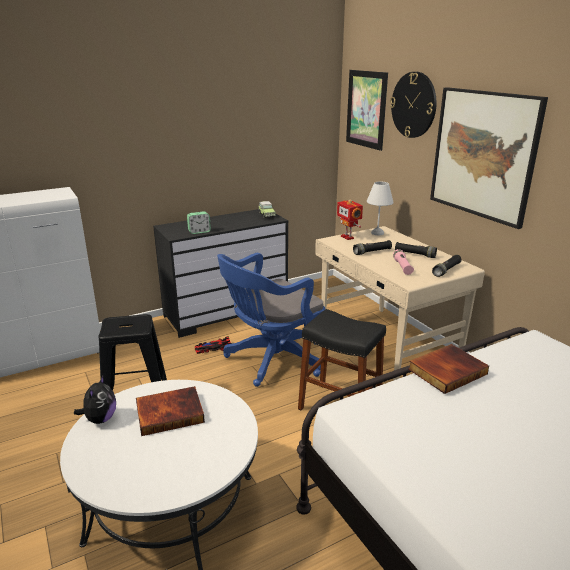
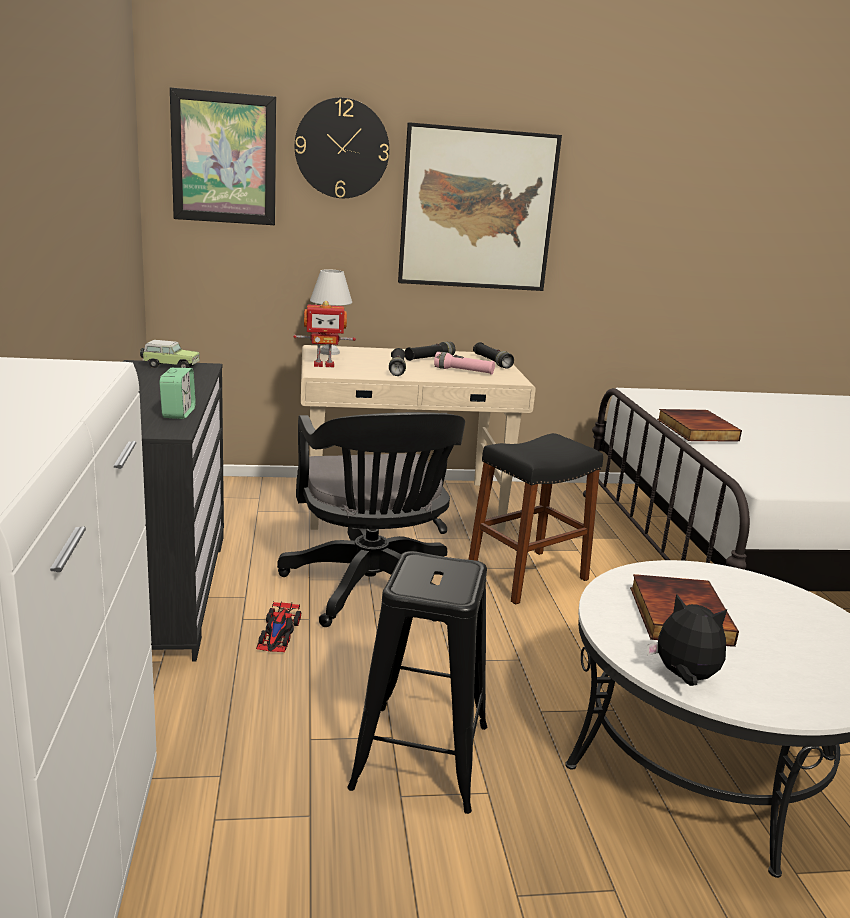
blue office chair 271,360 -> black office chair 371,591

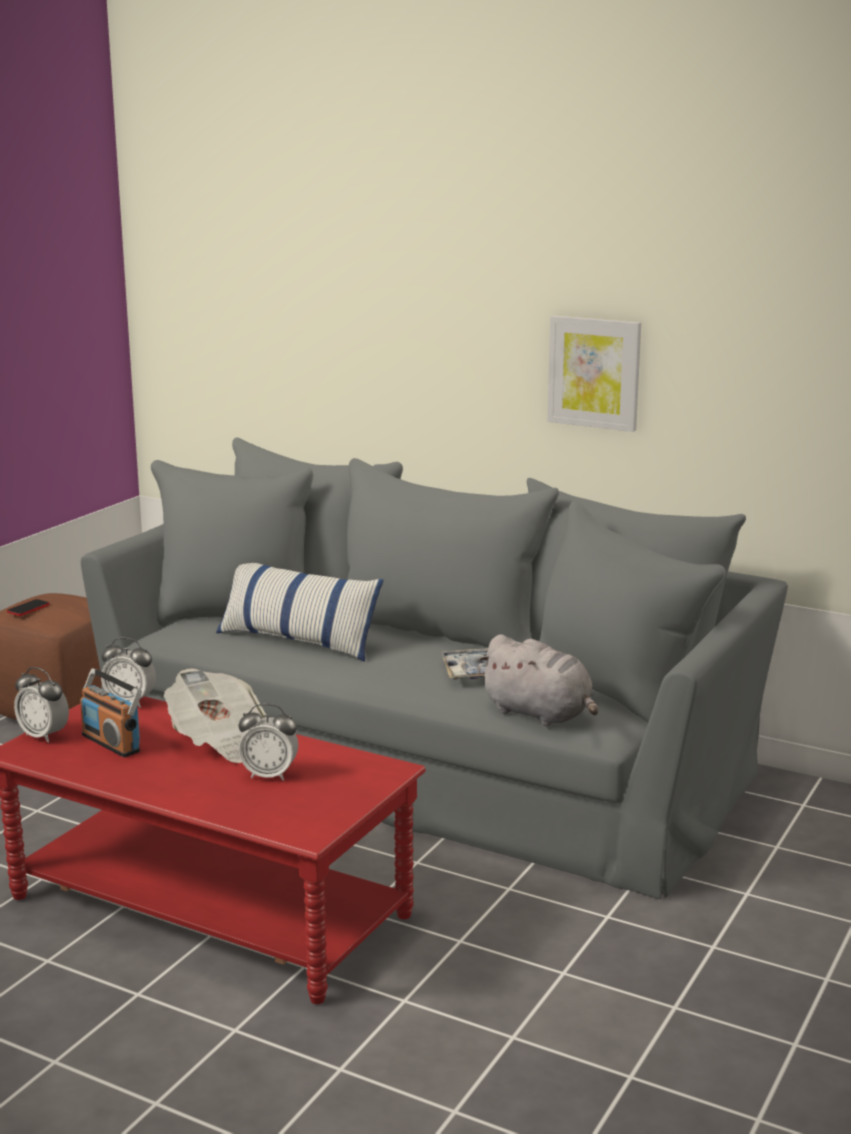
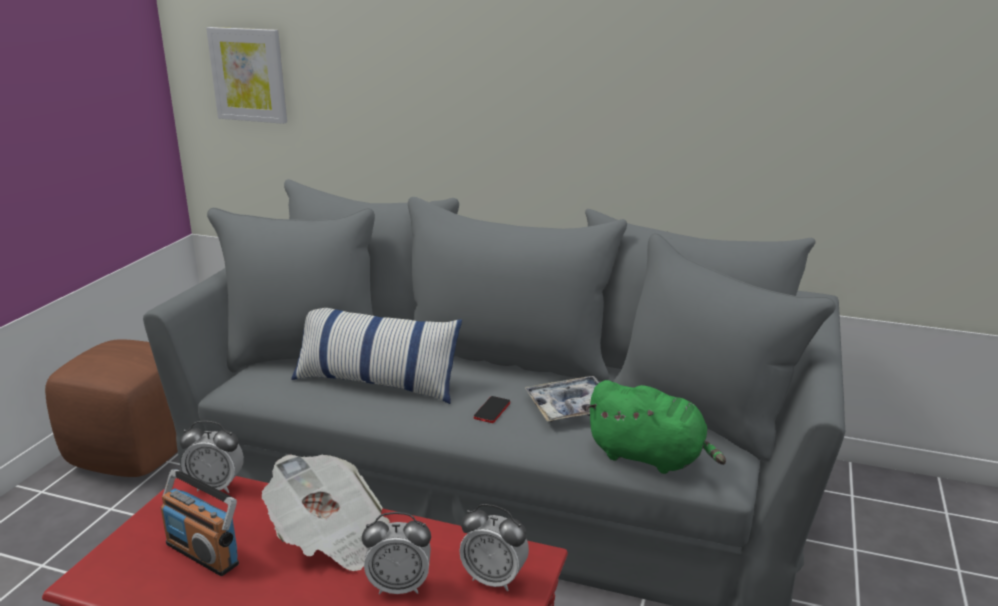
picture 594,372 -> picture 249,75, move
phone 28,608 -> phone 492,410, move
grey plush toy 540,714 -> green plush toy 650,457
alarm clock 44,736 -> alarm clock 494,578, move

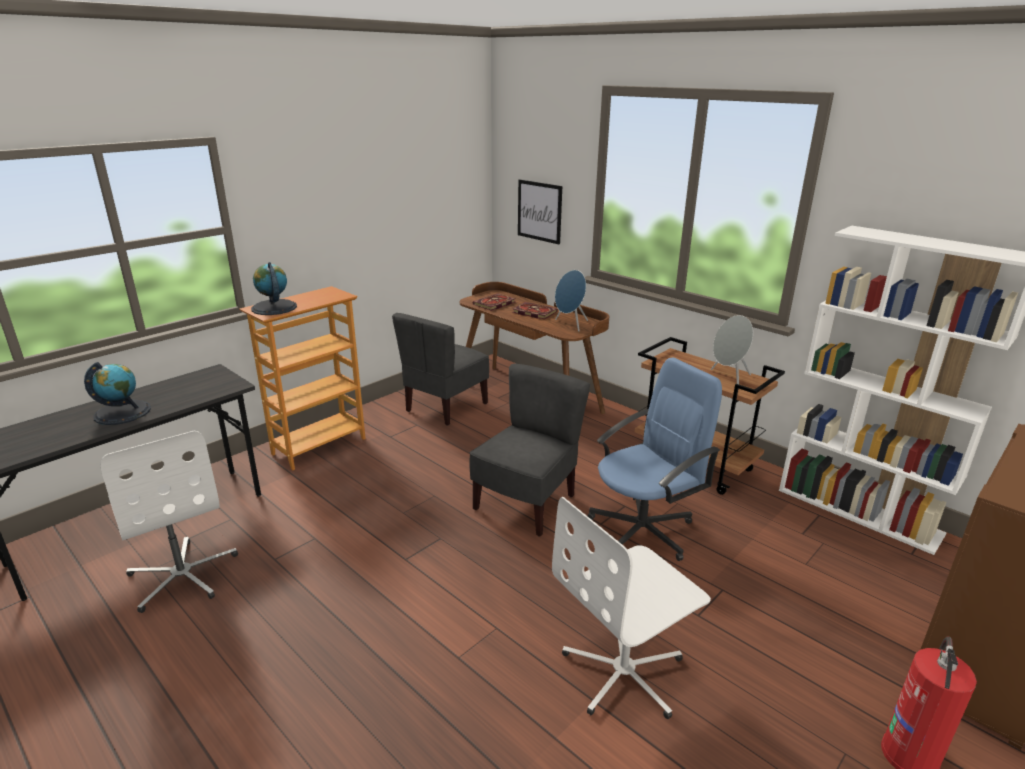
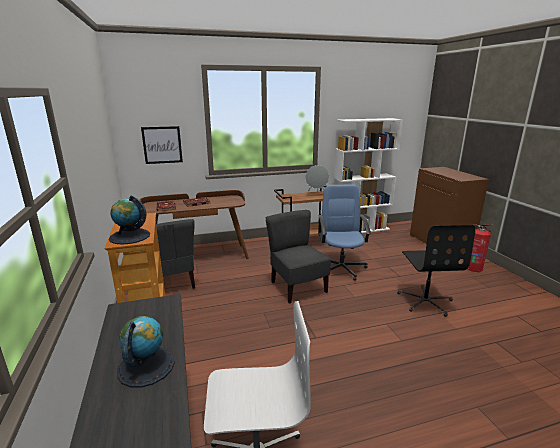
blue speaker 570,324 -> none
white office chair 624,672 -> black office chair 425,301

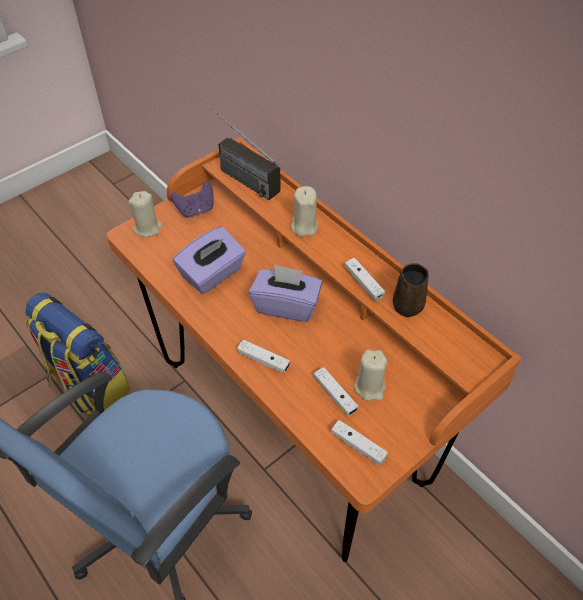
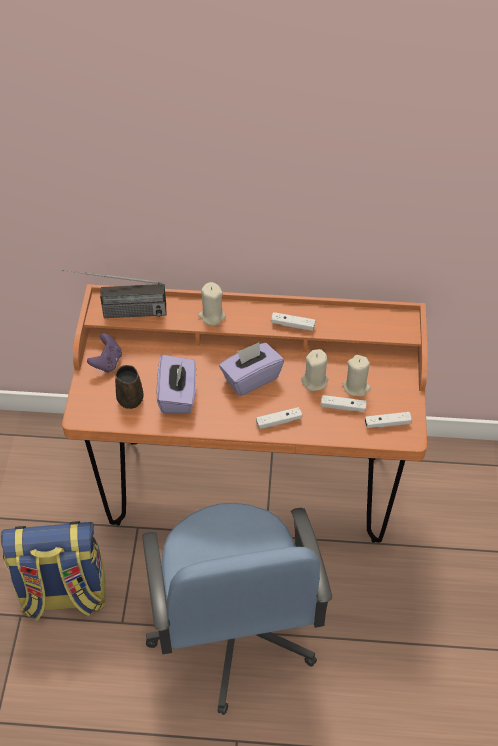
beige candle 148,228 -> beige candle 315,381, move
brown mug 408,304 -> brown mug 130,398, move

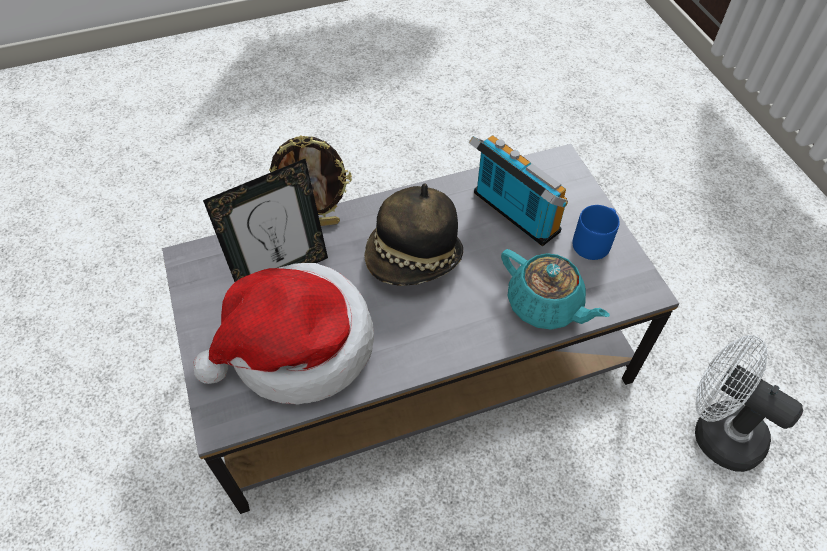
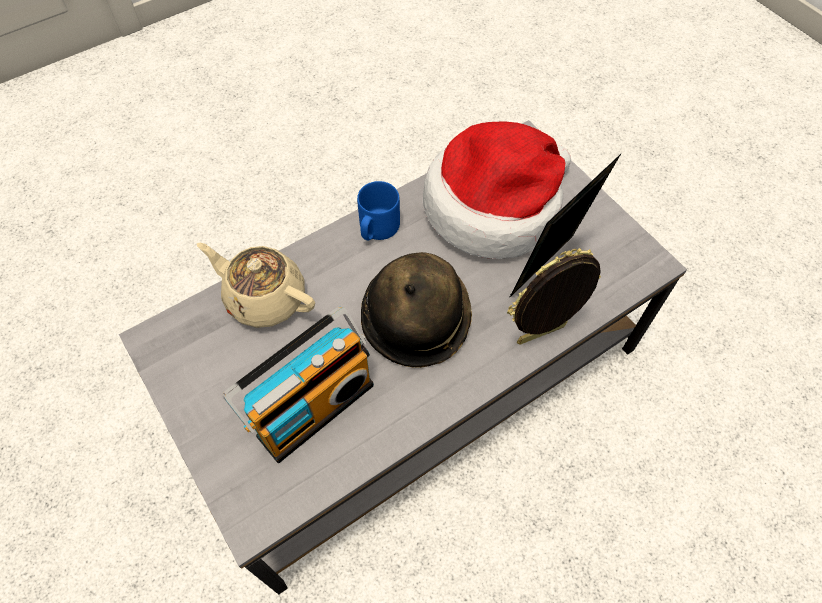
radio 512,214 -> radio 313,406, 75 degrees counterclockwise
blue mug 594,242 -> blue mug 377,228, move
turquoise teapot 545,305 -> beige teapot 264,298
white fan 717,431 -> none

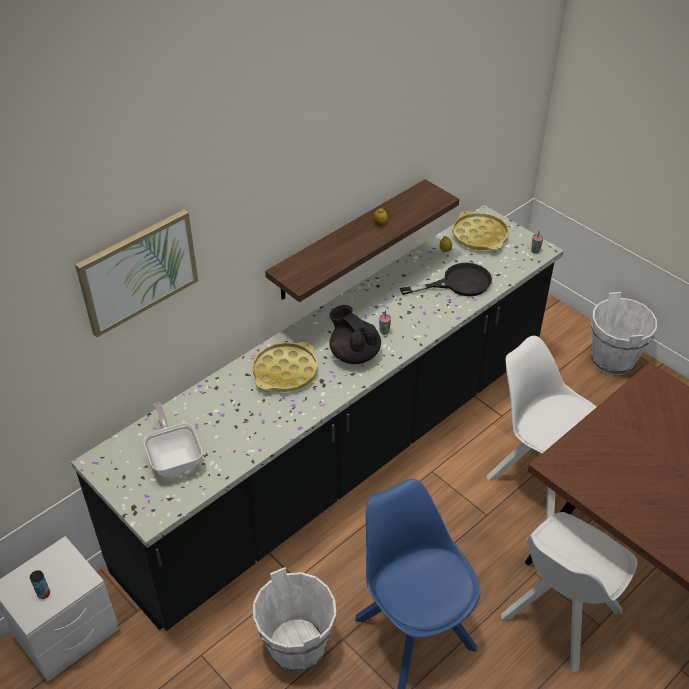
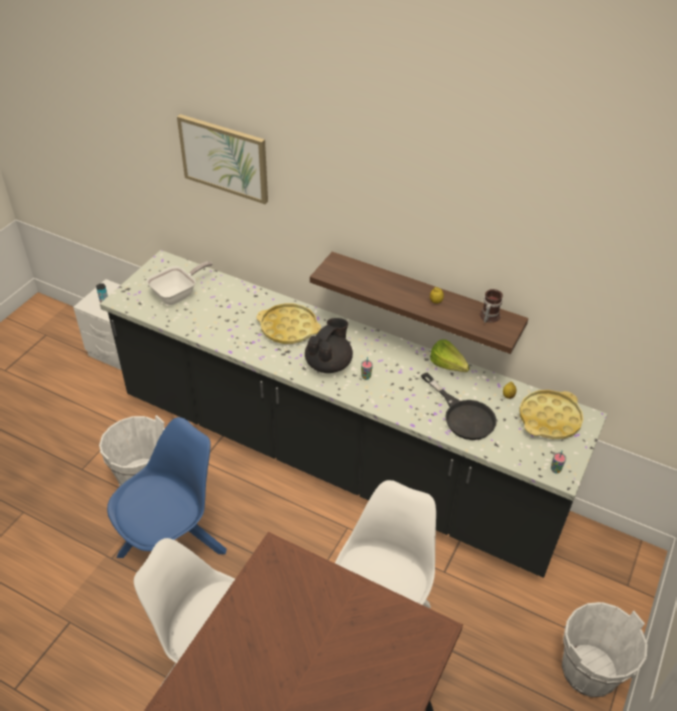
none -> mug 488,316
none -> lettuce 449,368

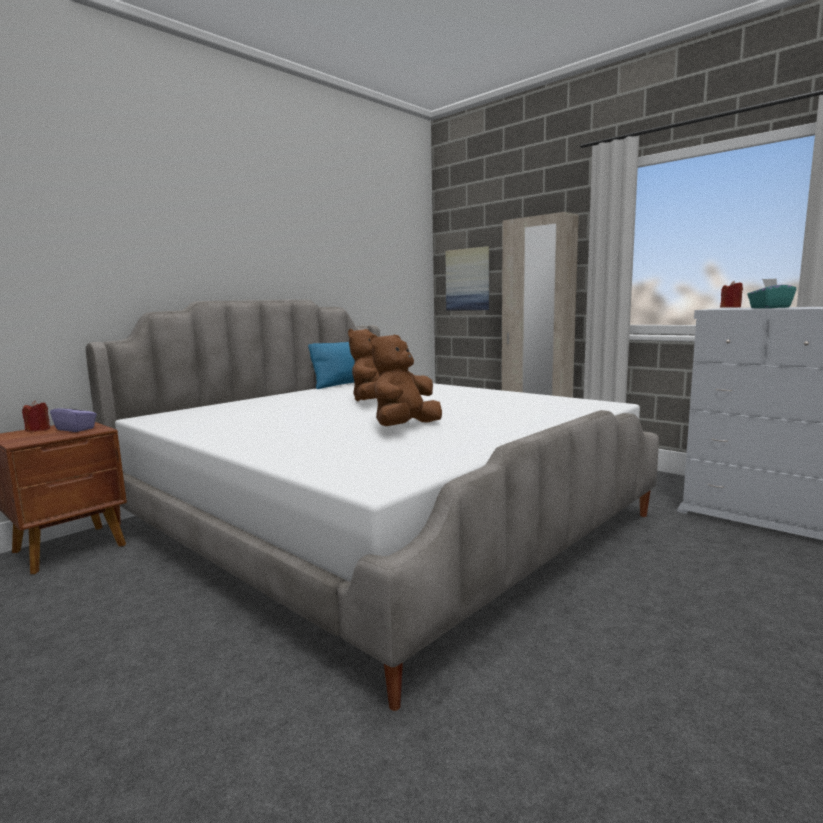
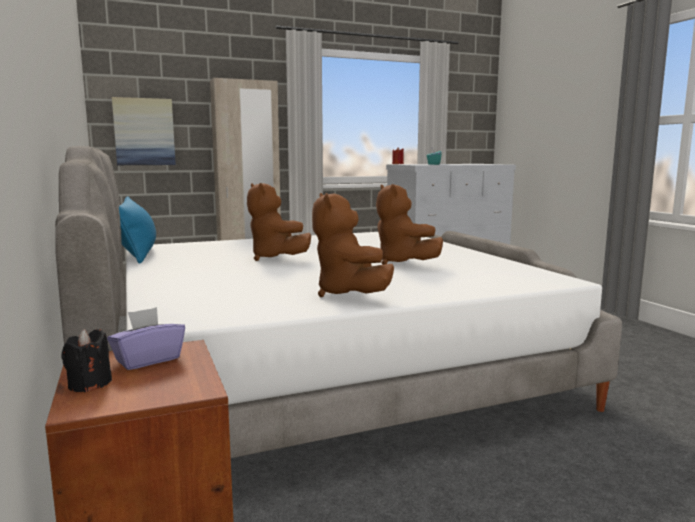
red candle 38,429 -> black candle 89,384
none -> brown plush toy 348,294

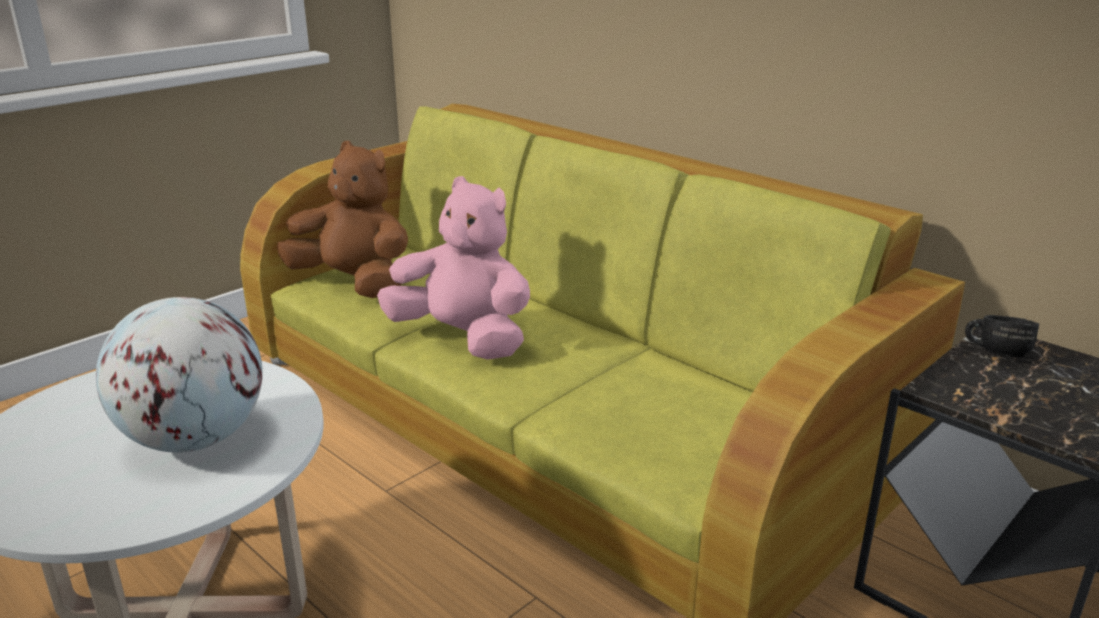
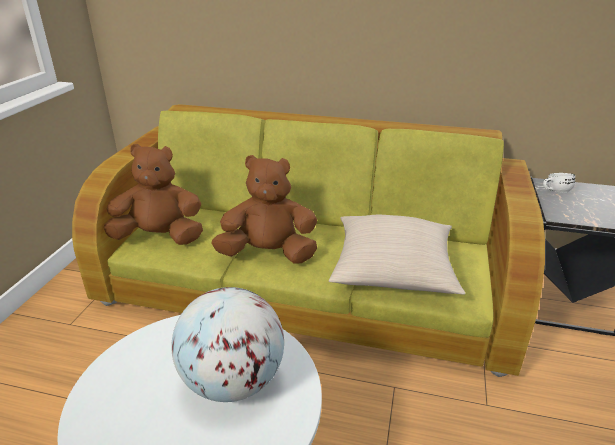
pink plush toy 463,338 -> brown plush toy 268,254
black mug 995,352 -> white mug 554,191
none -> beige pillow 393,270

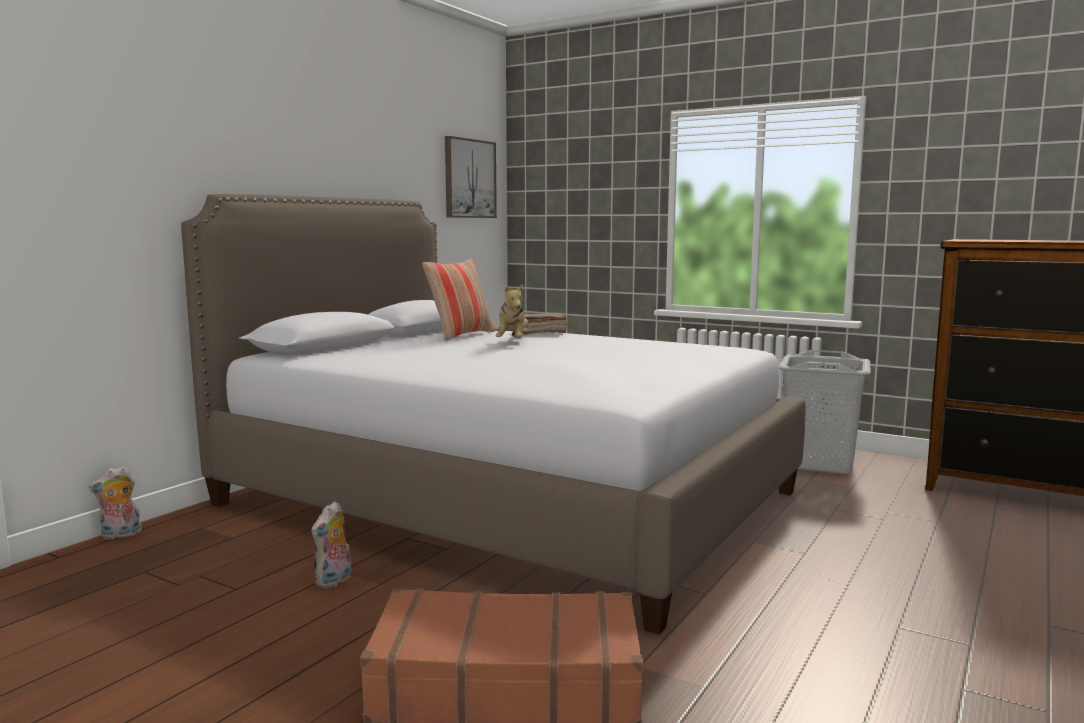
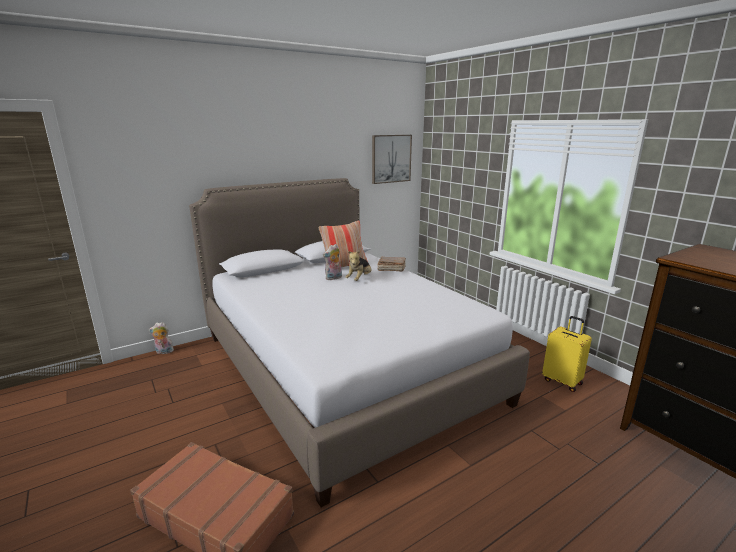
grey laundry basket 819,463 -> yellow suitcase 562,381
plush toy 334,581 -> plush toy 333,278, move

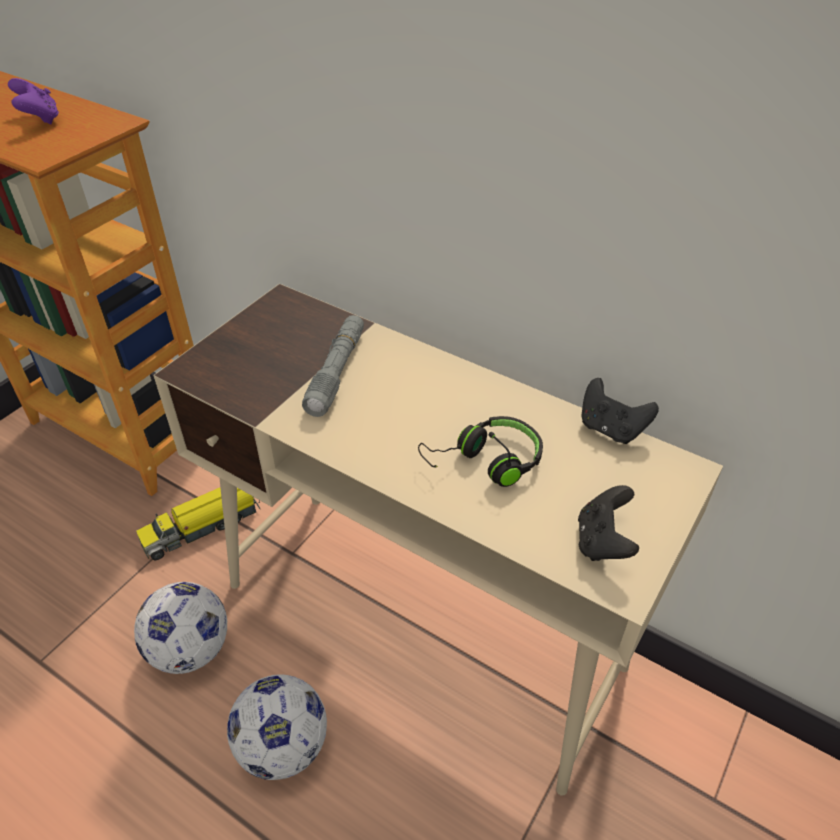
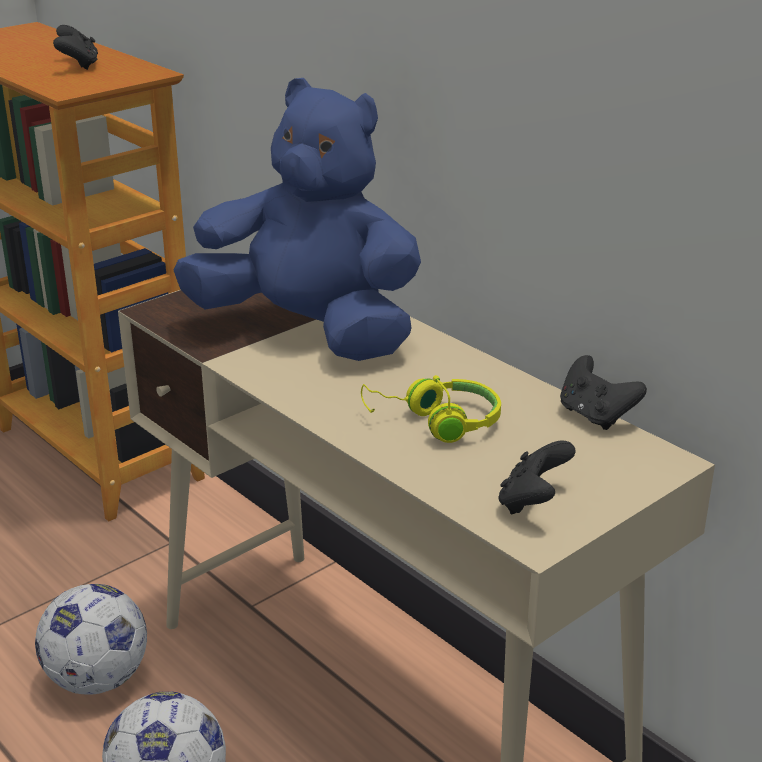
purple game controller 40,119 -> black game controller 78,65
grey flashlight 337,372 -> blue plush toy 309,331
black headphones 486,462 -> yellow headphones 436,422
toy truck 202,526 -> none

